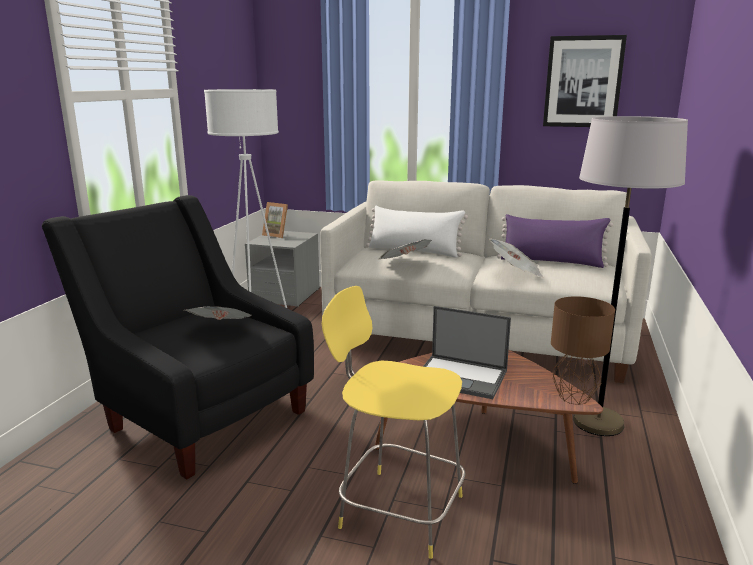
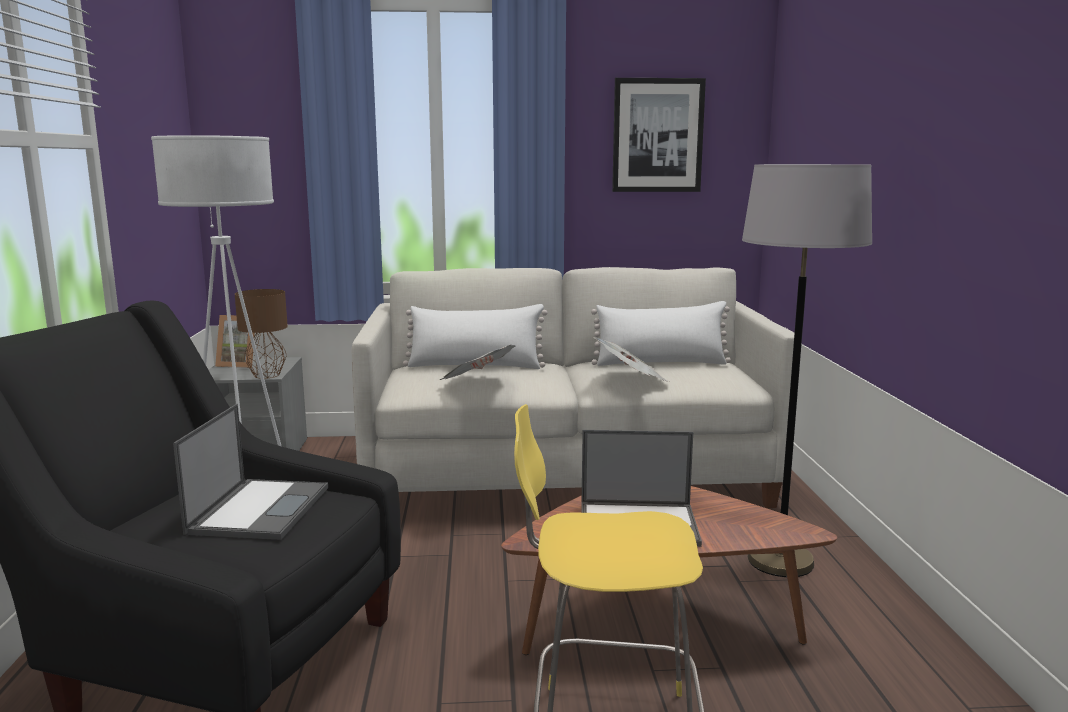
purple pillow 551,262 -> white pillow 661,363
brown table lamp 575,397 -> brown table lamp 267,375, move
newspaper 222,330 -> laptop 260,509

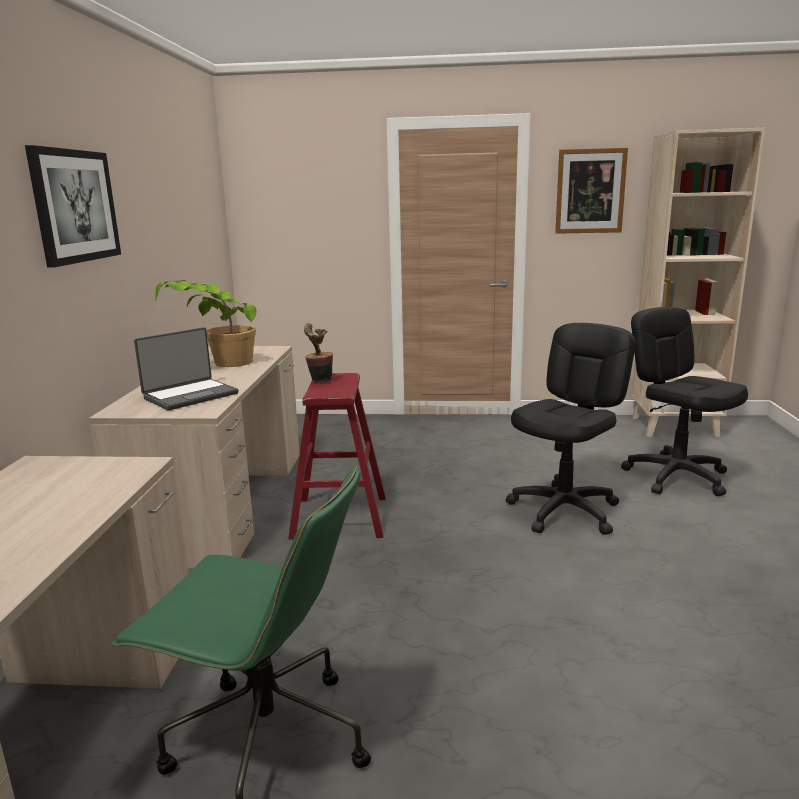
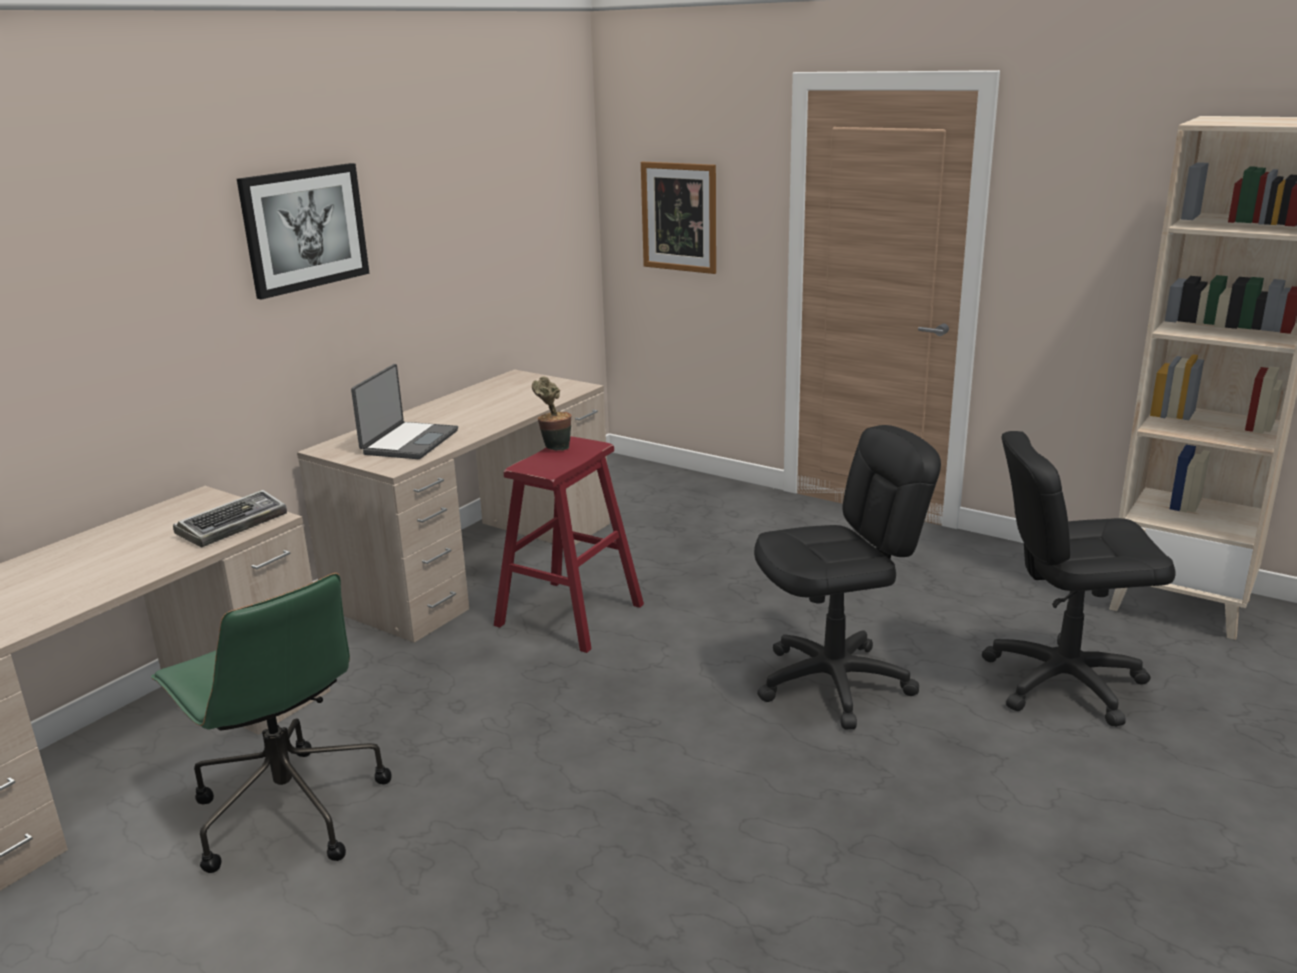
picture 590,191 -> picture 679,217, move
potted plant 216,366 -> none
black office chair 676,476 -> black office chair 1063,682, 90 degrees counterclockwise
laptop 190,395 -> laptop 408,442, 60 degrees counterclockwise
none -> keyboard 233,525

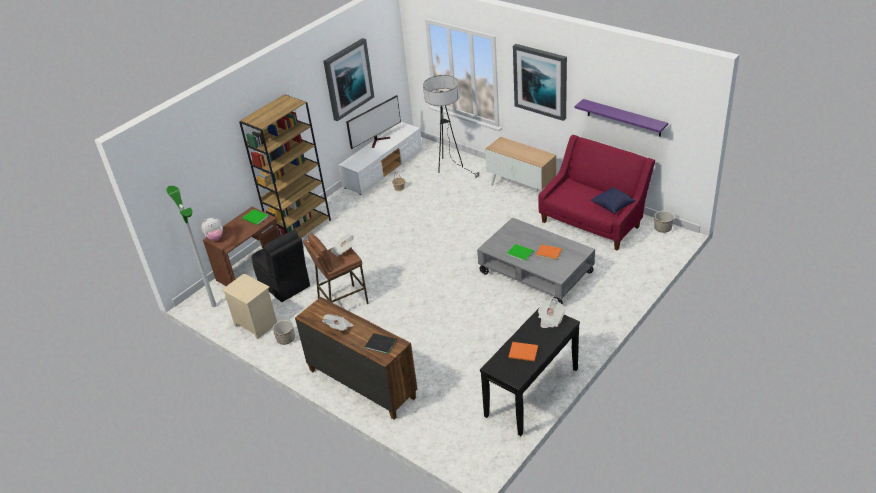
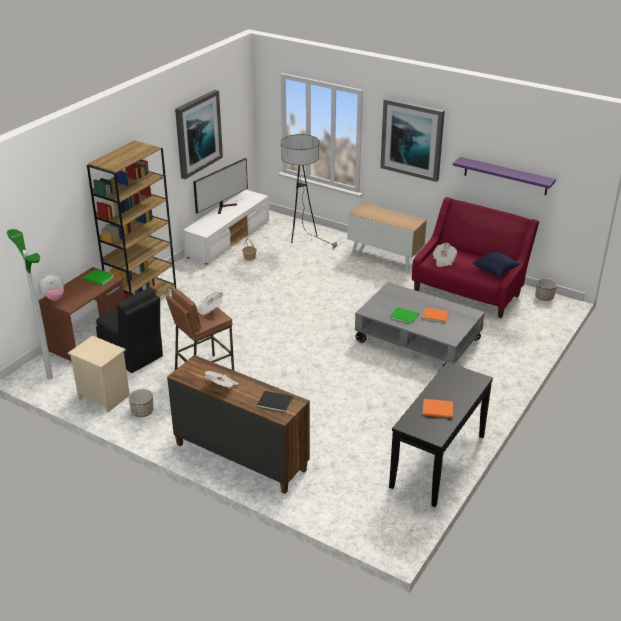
newspaper 550,319 -> newspaper 443,261, move

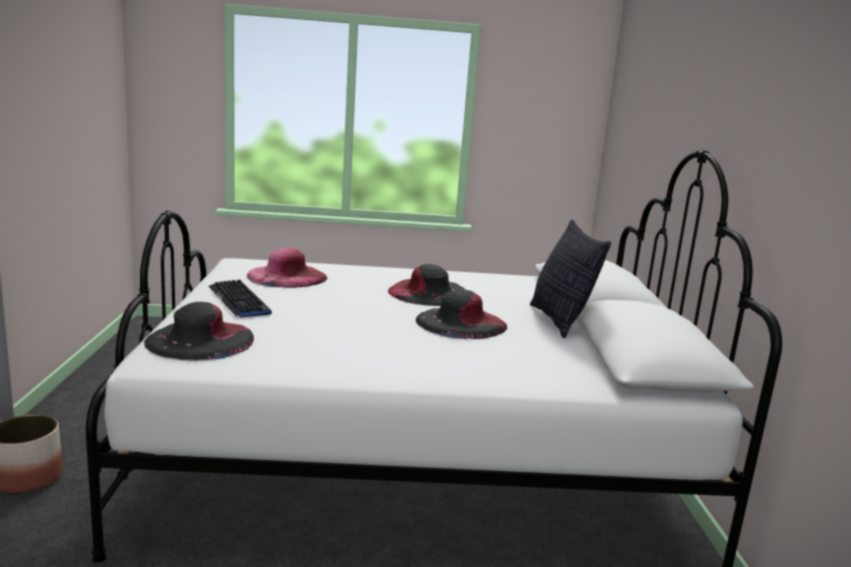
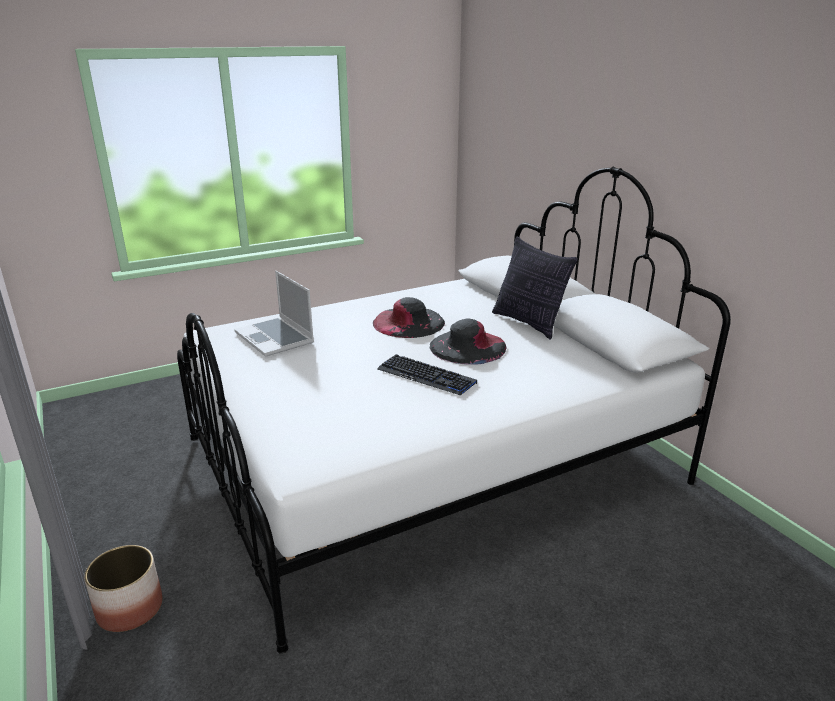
pink hat 287,276 -> laptop 276,338
keyboard 239,300 -> keyboard 426,376, move
black hat 200,340 -> none

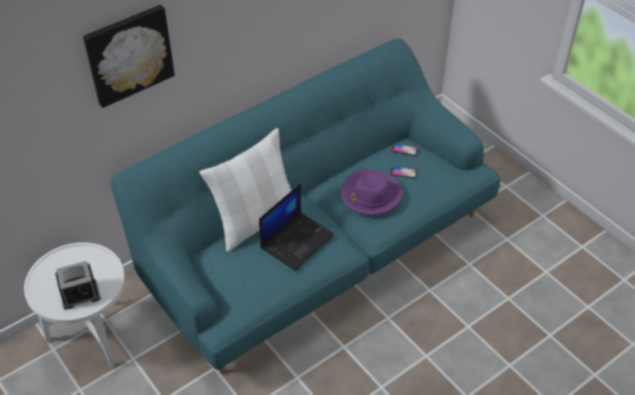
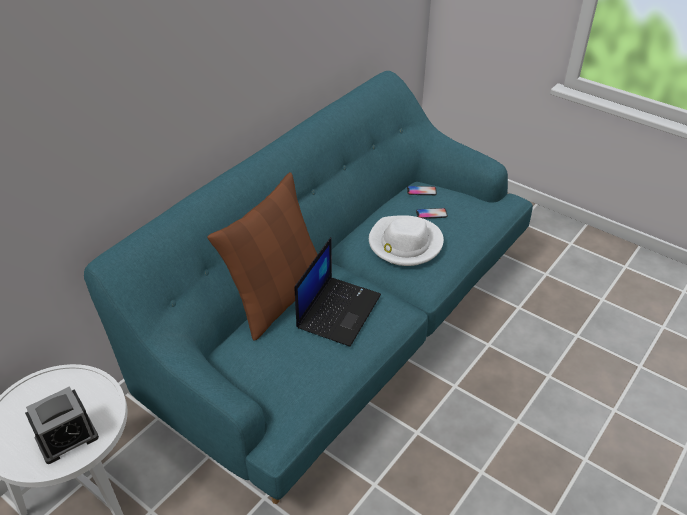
picture 128,54 -> none
white pillow 255,221 -> brown pillow 278,297
purple hat 370,195 -> white hat 404,244

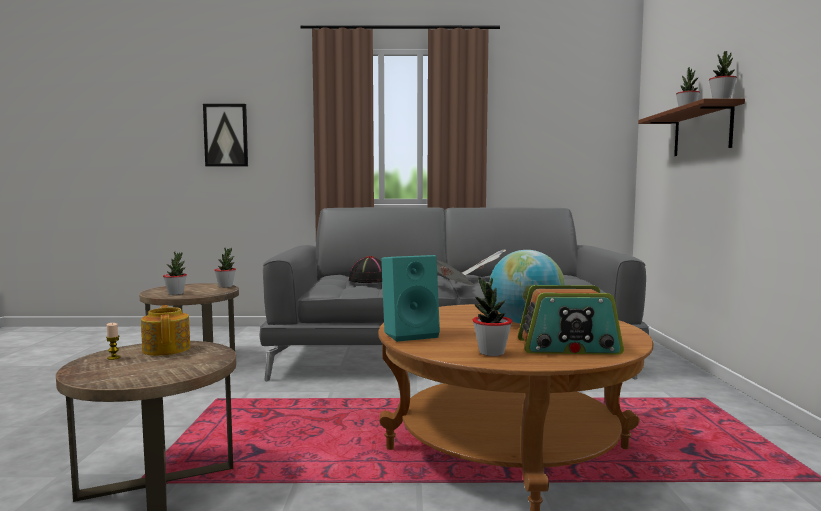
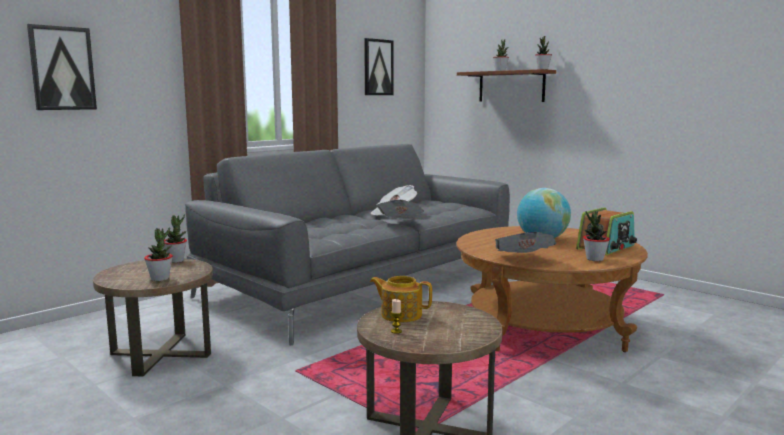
turquoise speaker 410,334 -> newspaper 524,260
black hat 369,280 -> none
none -> picture 378,67

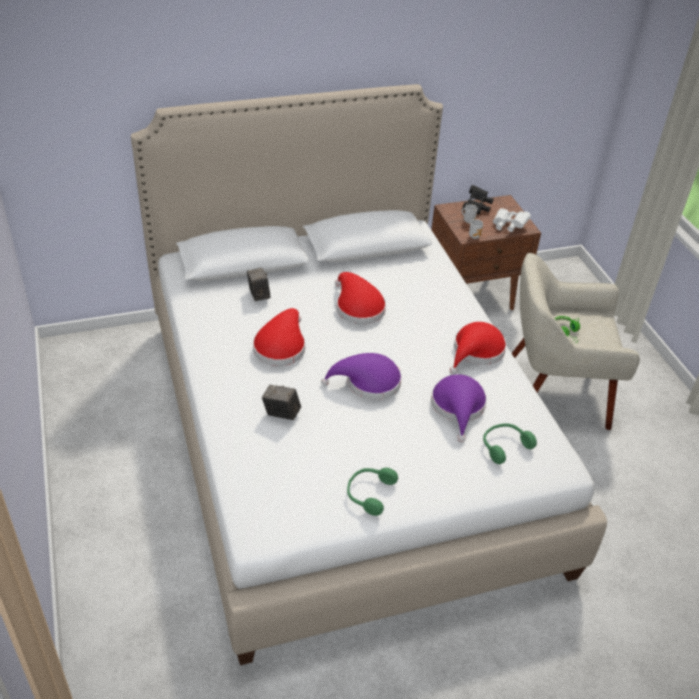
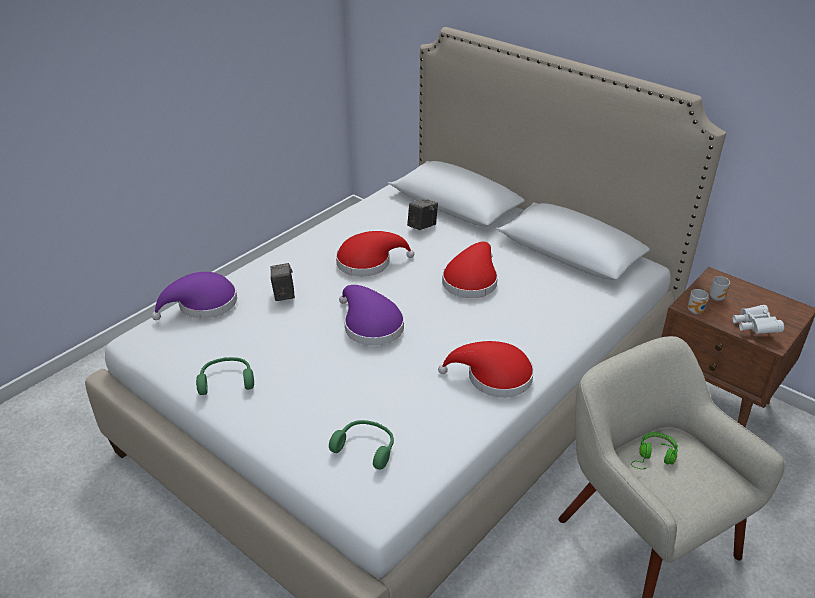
black binoculars 477,207 -> none
purple hat 458,407 -> purple hat 203,304, move

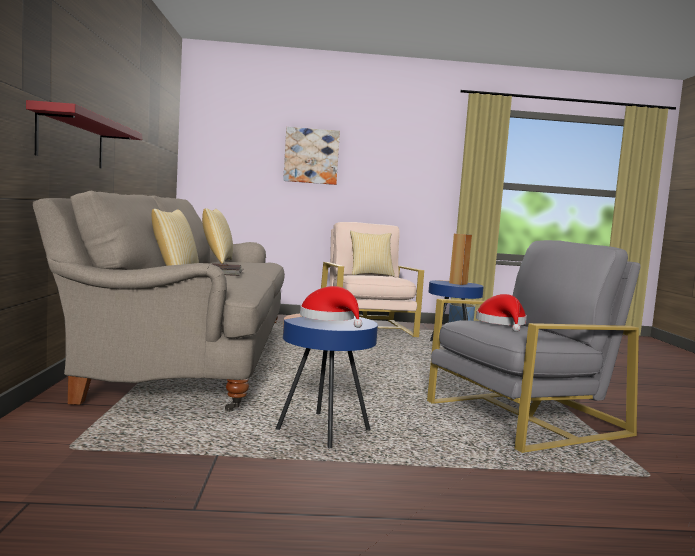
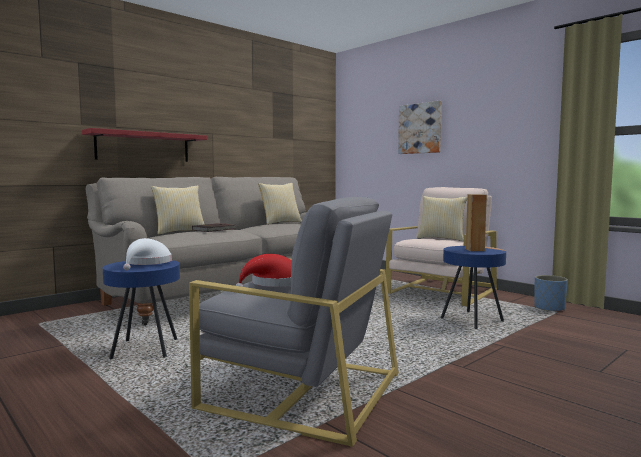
red hat 330,319 -> white hat 147,263

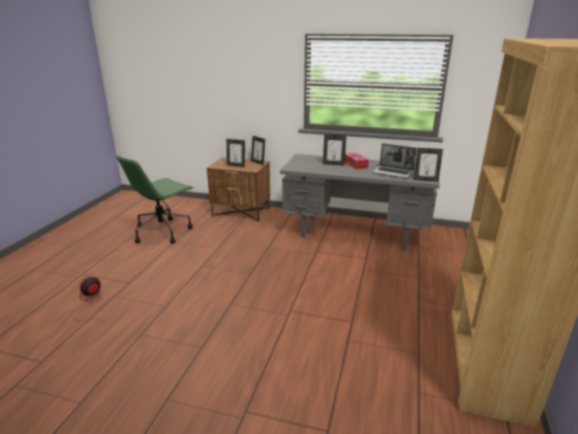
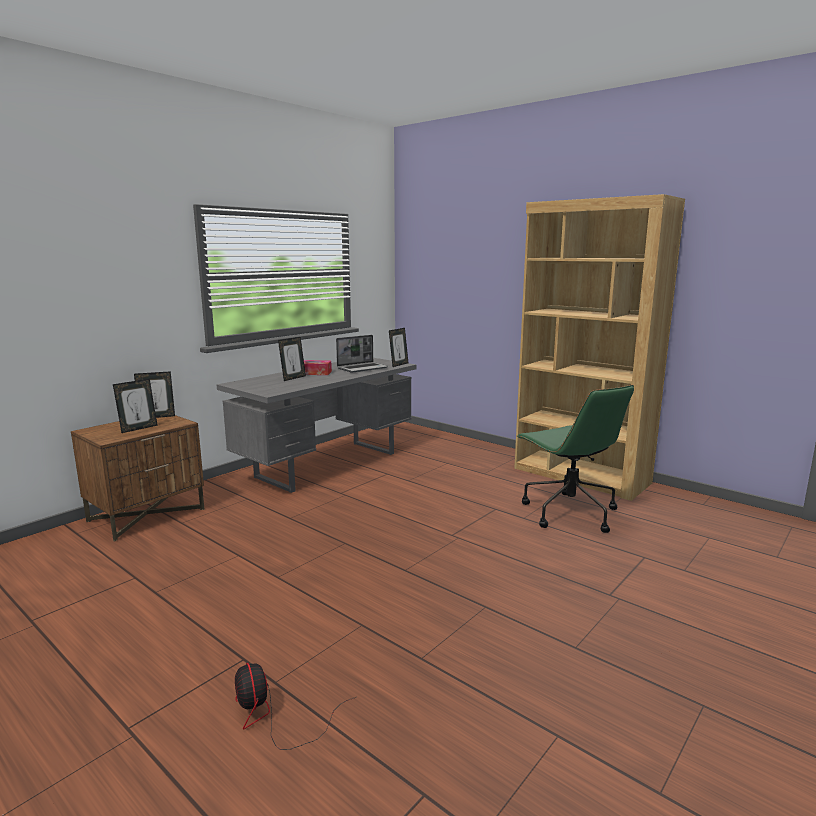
green office chair 163,231 -> green office chair 568,512, move

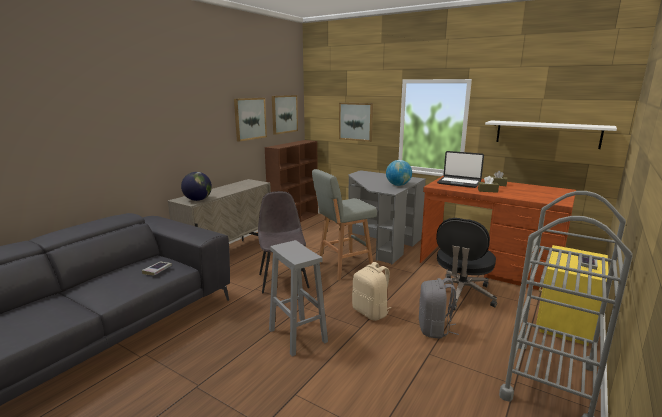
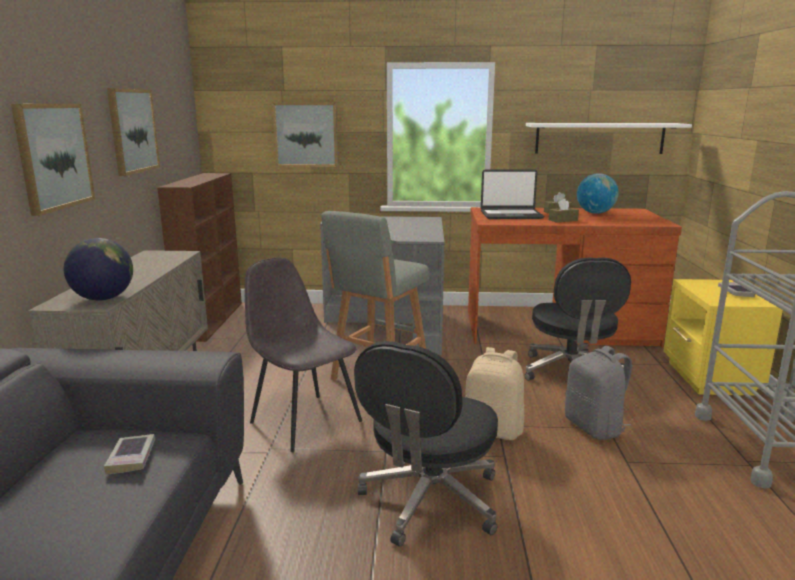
picture 284,114 -> picture 53,156, move
globe 398,185 -> globe 595,213, move
grey stool 297,335 -> black office chair 429,501

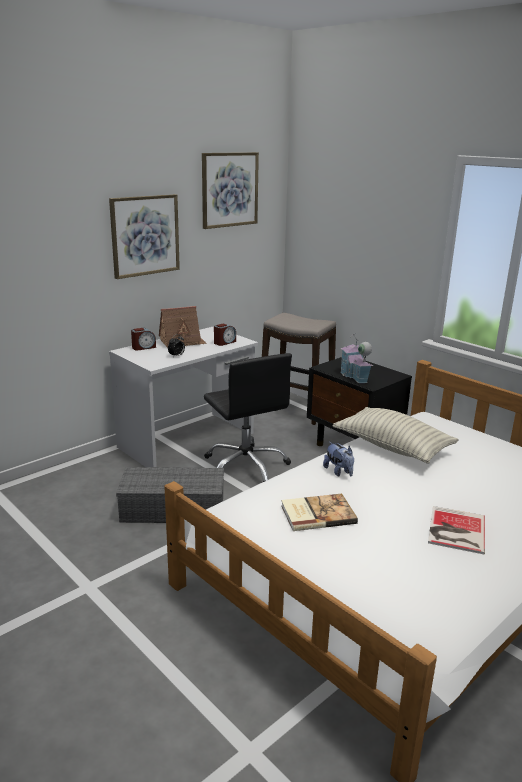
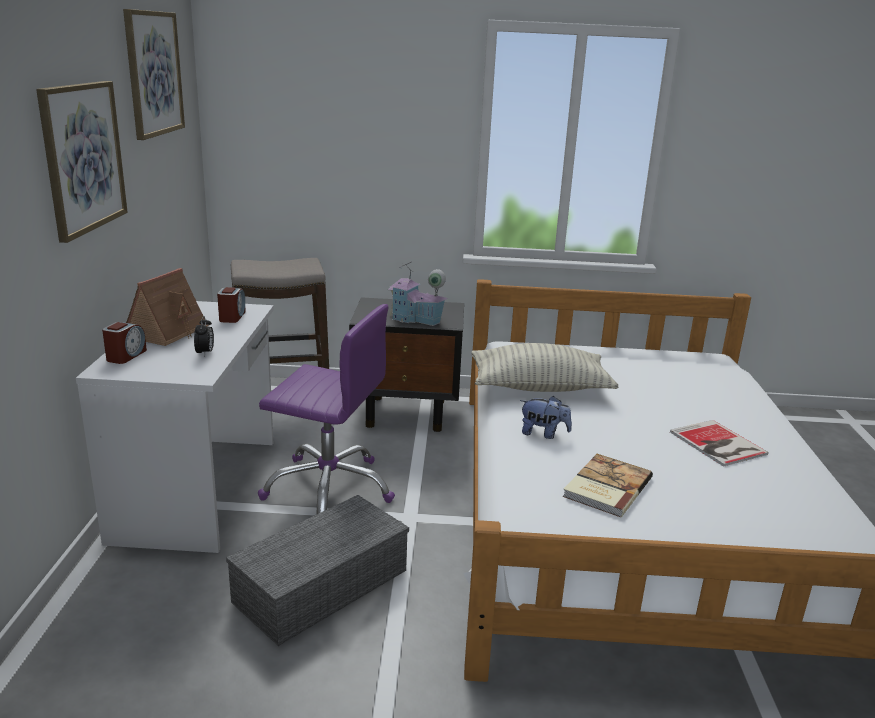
black office chair 246,467 -> purple office chair 329,488

